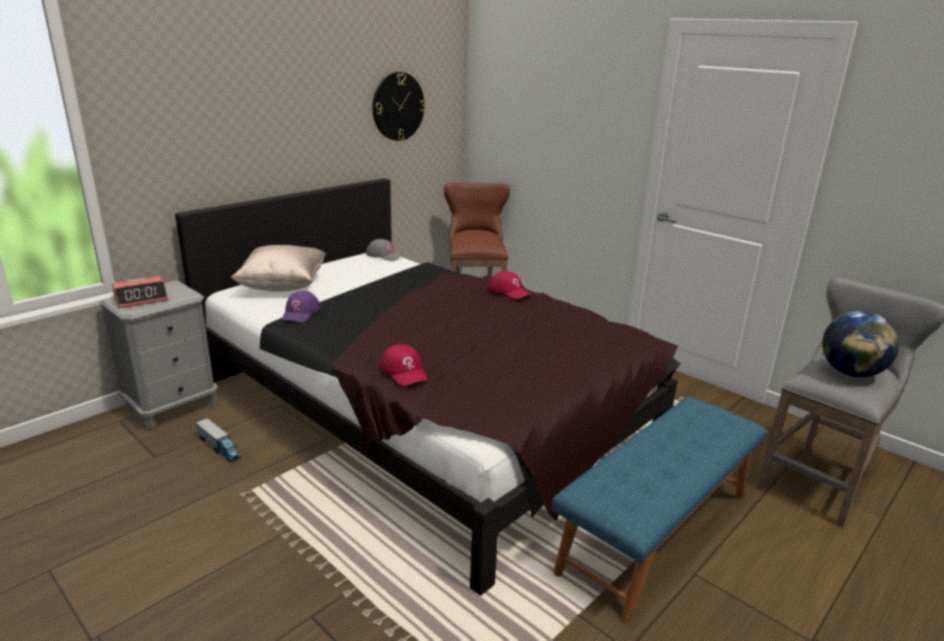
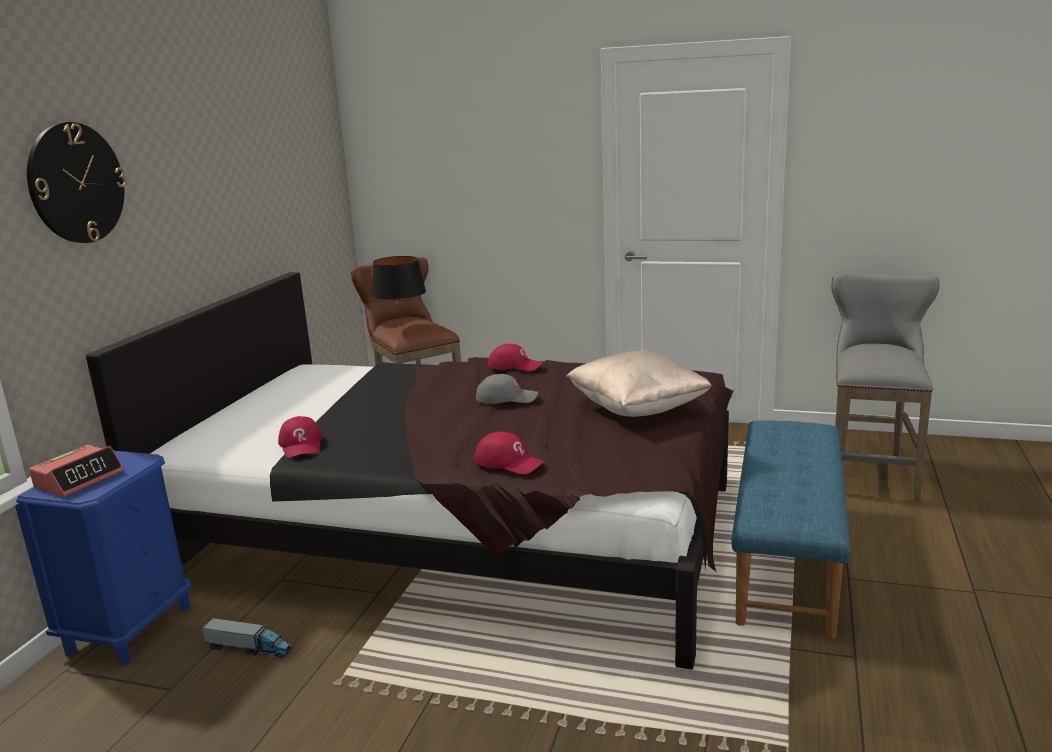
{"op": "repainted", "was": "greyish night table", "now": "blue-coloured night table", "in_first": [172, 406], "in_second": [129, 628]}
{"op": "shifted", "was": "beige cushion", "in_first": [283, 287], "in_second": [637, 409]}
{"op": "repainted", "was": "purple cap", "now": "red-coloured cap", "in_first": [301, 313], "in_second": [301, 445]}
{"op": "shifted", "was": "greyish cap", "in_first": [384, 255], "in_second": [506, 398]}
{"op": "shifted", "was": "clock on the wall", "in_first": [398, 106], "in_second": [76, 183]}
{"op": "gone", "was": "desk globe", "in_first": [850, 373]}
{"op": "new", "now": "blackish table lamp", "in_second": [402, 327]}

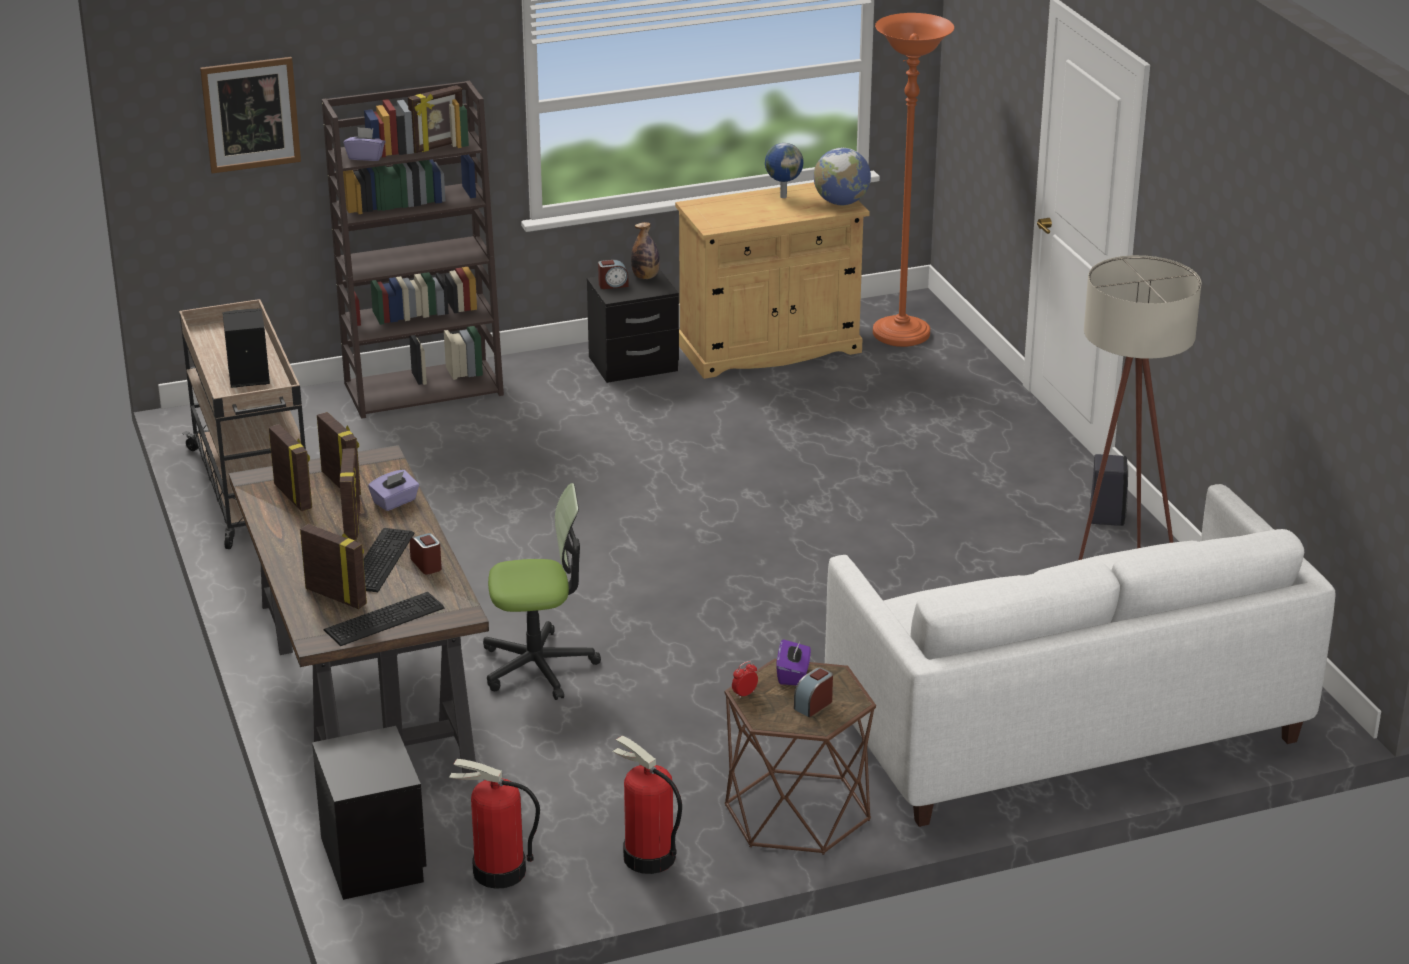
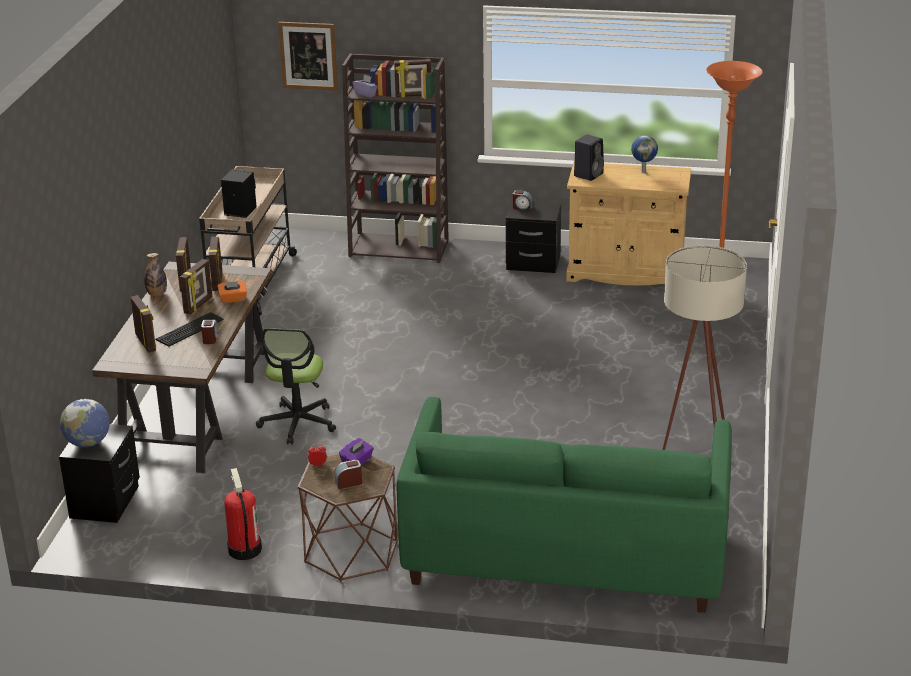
{"op": "gone", "was": "PC keyboard", "in_first": [382, 618]}
{"op": "repainted", "was": "purple box of tissues", "now": "orange-coloured box of tissues", "in_first": [395, 502], "in_second": [233, 299]}
{"op": "gone", "was": "fire-fighting cylinder", "in_first": [498, 872]}
{"op": "rotated", "was": "desk chair", "in_first": [538, 666], "in_second": [298, 423], "clockwise": 75}
{"op": "shifted", "was": "drink bottle", "in_first": [645, 277], "in_second": [157, 294]}
{"op": "shifted", "was": "desk globe", "in_first": [841, 203], "in_second": [88, 443]}
{"op": "repainted", "was": "whitish settee", "now": "green-coloured settee", "in_first": [1065, 725], "in_second": [565, 553]}
{"op": "shifted", "was": "blackish audio speaker", "in_first": [1106, 515], "in_second": [588, 174]}

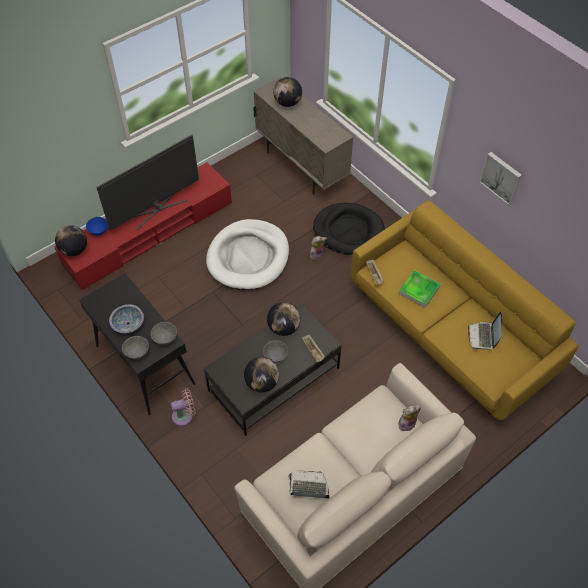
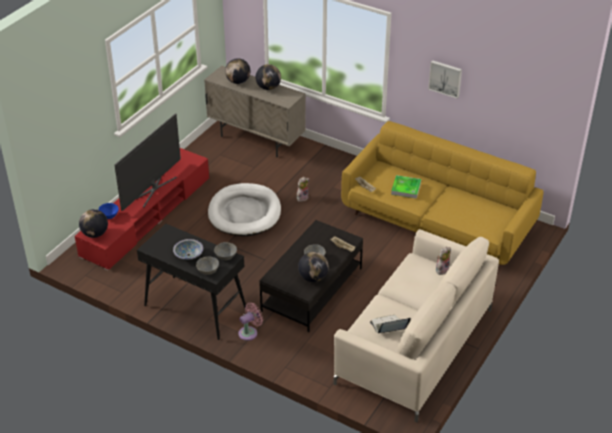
{"op": "shifted", "was": "desk globe", "in_first": [284, 328], "in_second": [268, 87]}
{"op": "gone", "was": "blackish dog bed", "in_first": [348, 231]}
{"op": "gone", "was": "portable computer", "in_first": [483, 336]}

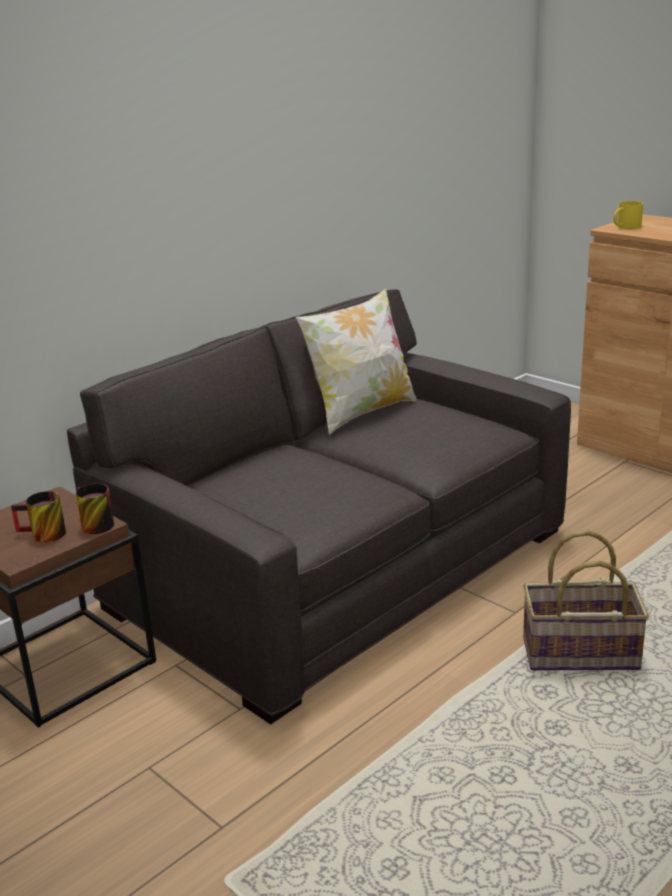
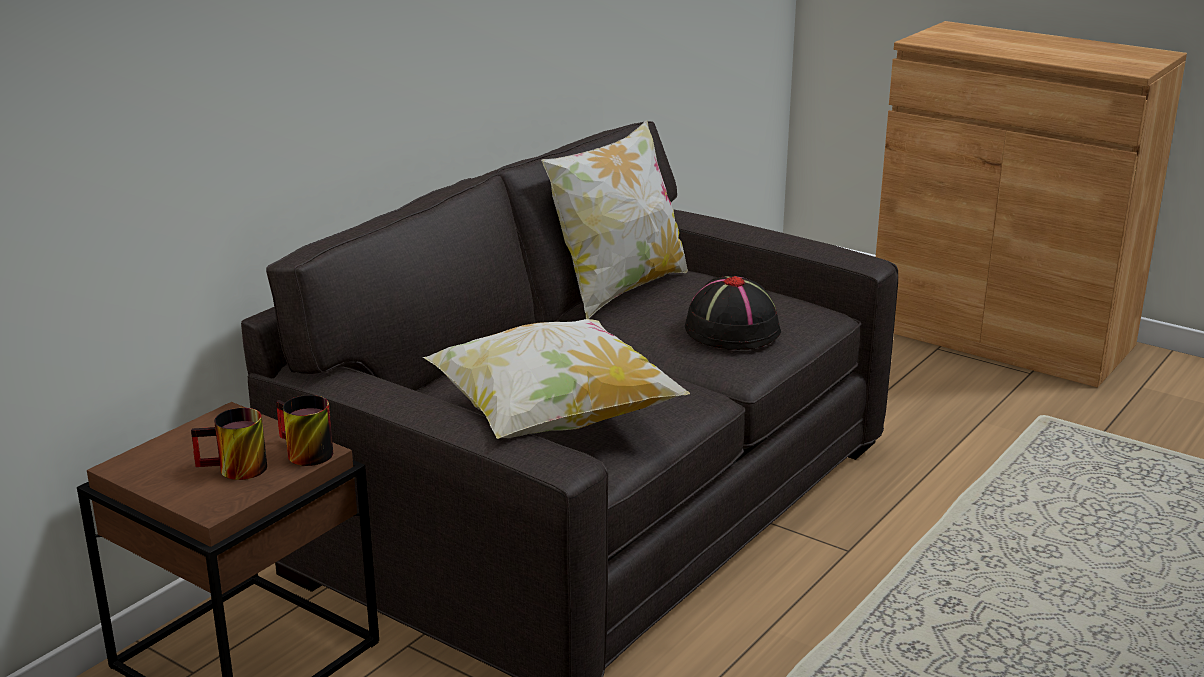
{"op": "gone", "was": "basket", "in_first": [580, 654]}
{"op": "gone", "was": "yellow-coloured mug", "in_first": [625, 227]}
{"op": "new", "now": "cushion", "in_second": [553, 420]}
{"op": "new", "now": "blackish hat", "in_second": [731, 330]}

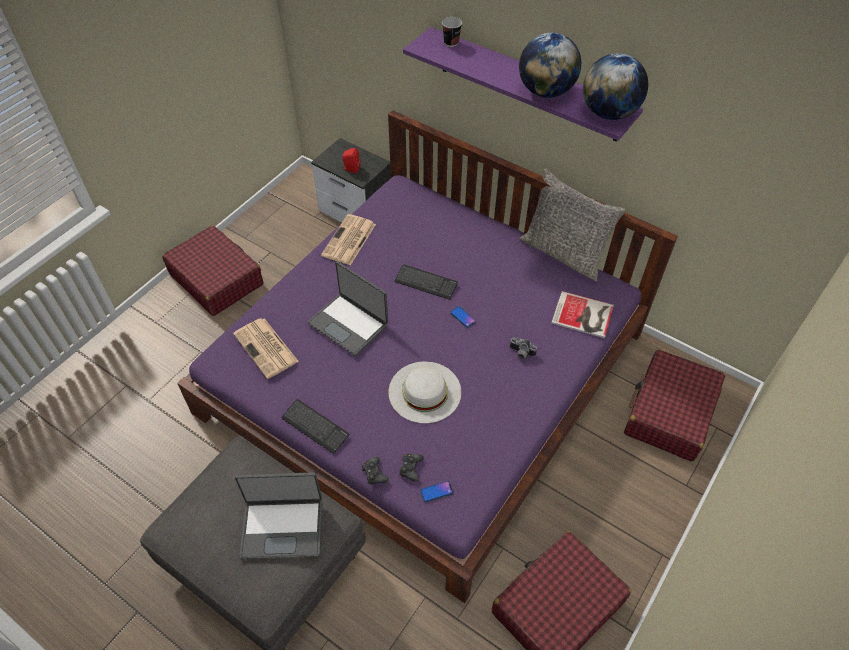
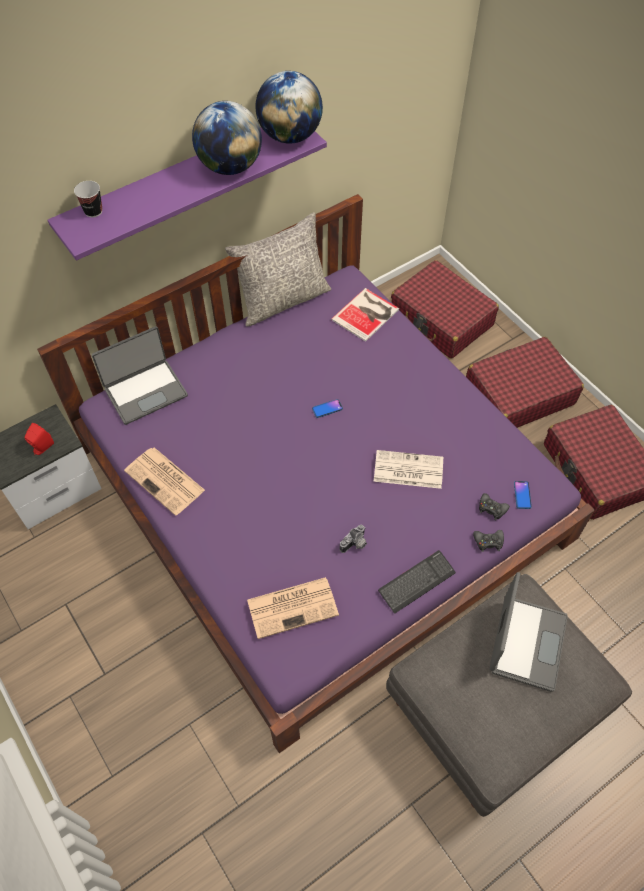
{"op": "shifted", "was": "red-coloured suitcase", "in_first": [216, 279], "in_second": [518, 394]}
{"op": "shifted", "was": "portable computer", "in_first": [349, 324], "in_second": [145, 391]}
{"op": "swapped", "was": "whitish hat", "now": "newspaper", "in_first": [425, 391], "in_second": [407, 470]}
{"op": "gone", "was": "PC keyboard", "in_first": [426, 283]}
{"op": "shifted", "was": "still camera", "in_first": [521, 353], "in_second": [355, 544]}

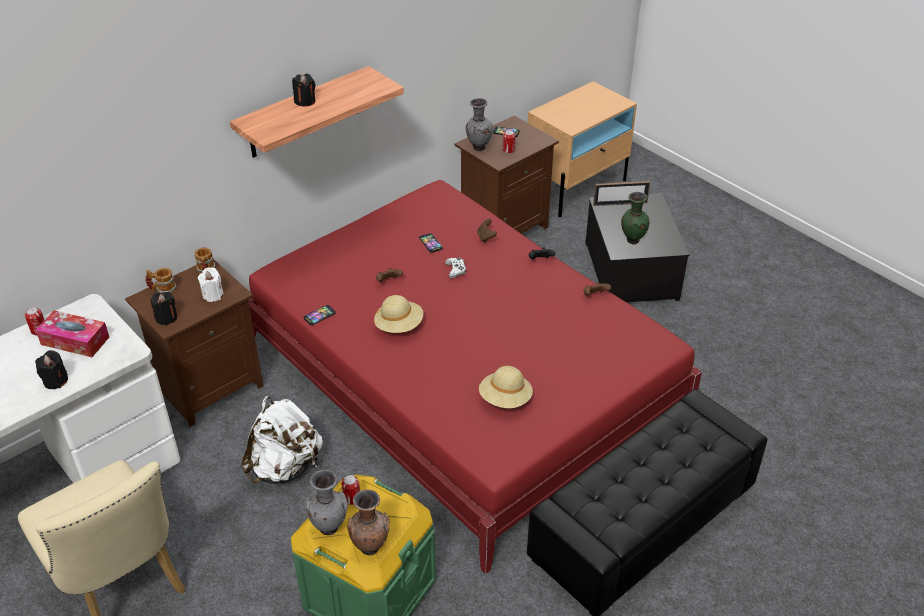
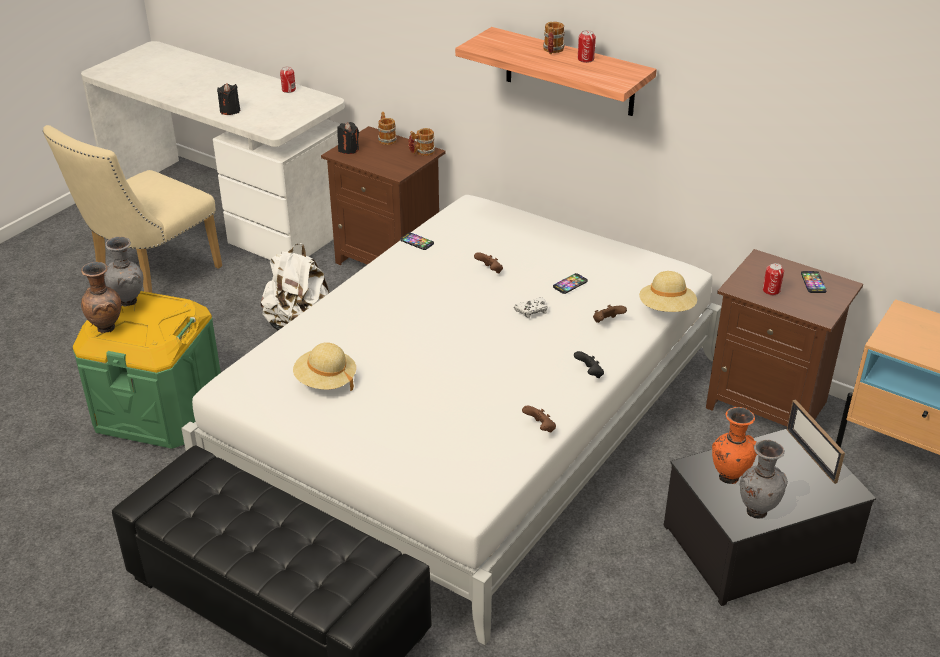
{"op": "gone", "was": "box of tissues", "in_first": [75, 341]}
{"op": "gone", "was": "whitish candle", "in_first": [213, 295]}
{"op": "repainted", "was": "red-coloured bedroom bed", "now": "whitish bedroom bed", "in_first": [462, 376], "in_second": [469, 417]}
{"op": "swapped", "was": "blackish candle", "now": "mug", "in_first": [305, 101], "in_second": [552, 51]}
{"op": "shifted", "was": "metal can", "in_first": [351, 498], "in_second": [585, 59]}
{"op": "shifted", "was": "beige hat", "in_first": [399, 325], "in_second": [666, 309]}
{"op": "shifted", "was": "greyish vase", "in_first": [478, 147], "in_second": [756, 511]}
{"op": "repainted", "was": "green-coloured vase", "now": "orange-coloured vase", "in_first": [632, 240], "in_second": [729, 477]}

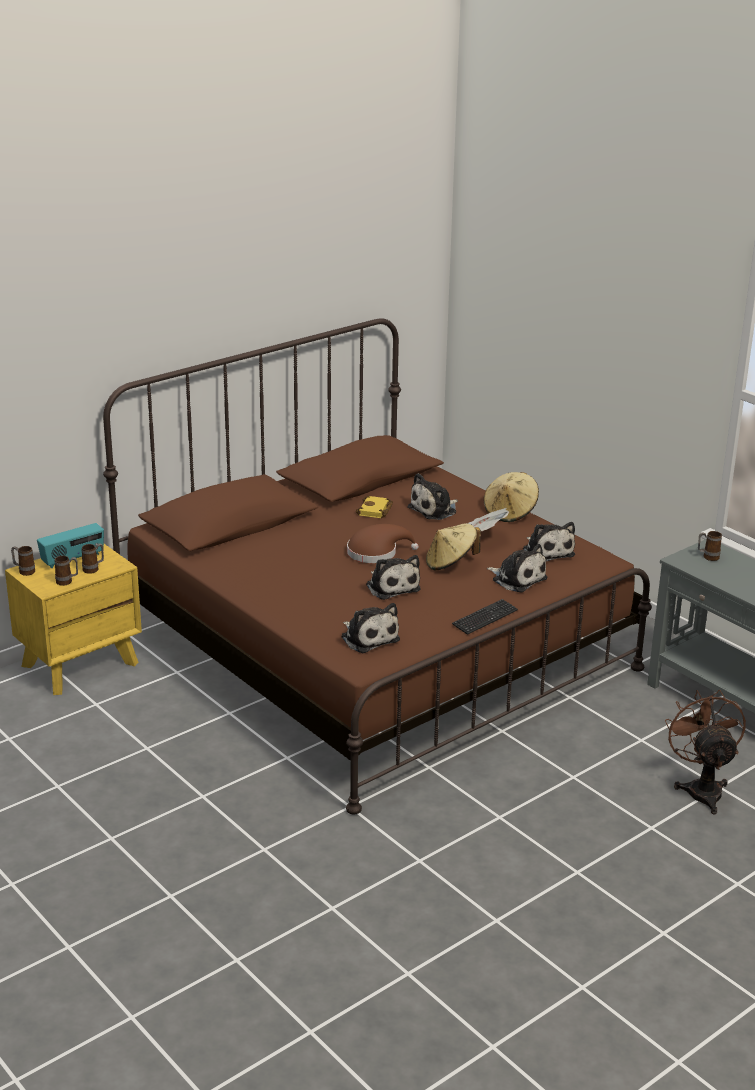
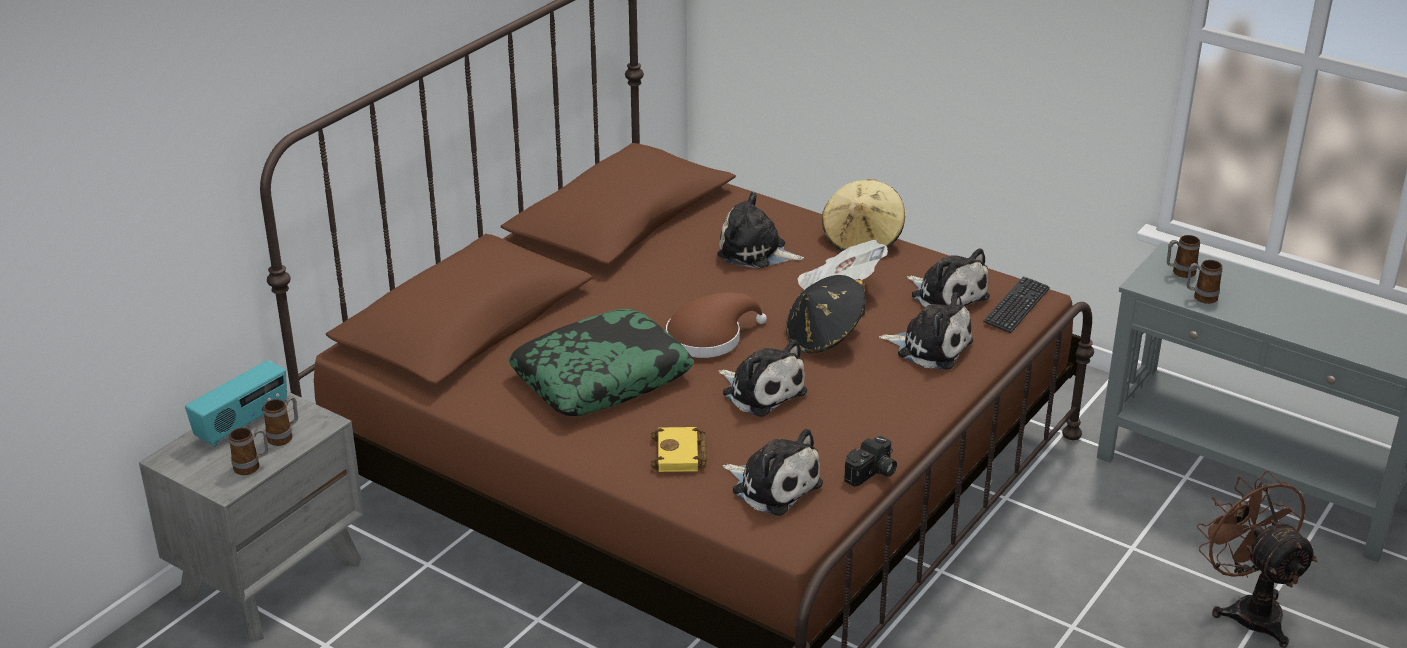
{"op": "repainted", "was": "yellow-coloured night table", "now": "greyish night table", "in_first": [80, 664], "in_second": [271, 578]}
{"op": "shifted", "was": "mug", "in_first": [24, 571], "in_second": [1200, 298]}
{"op": "shifted", "was": "yellow-coloured volume", "in_first": [375, 511], "in_second": [681, 455]}
{"op": "rotated", "was": "cuddly toy", "in_first": [434, 510], "in_second": [755, 252], "clockwise": 75}
{"op": "repainted", "was": "beige hat", "now": "blackish hat", "in_first": [451, 563], "in_second": [824, 337]}
{"op": "shifted", "was": "PC keyboard", "in_first": [485, 618], "in_second": [1016, 306]}
{"op": "new", "now": "cushion", "in_second": [601, 377]}
{"op": "new", "now": "still camera", "in_second": [872, 474]}

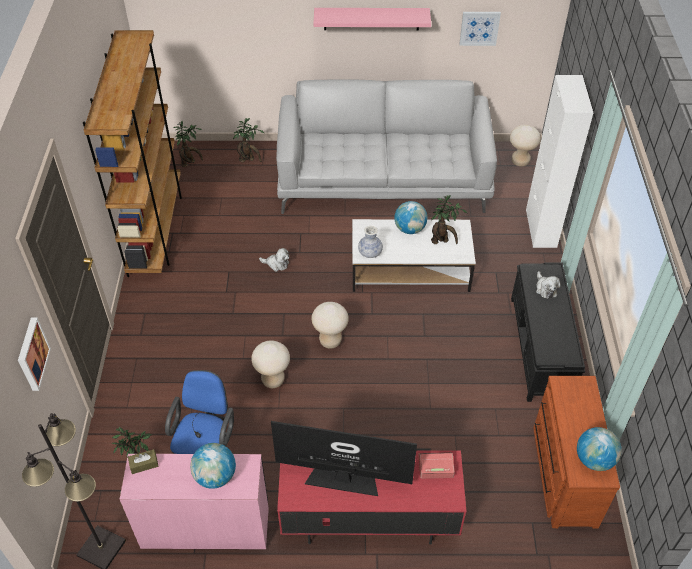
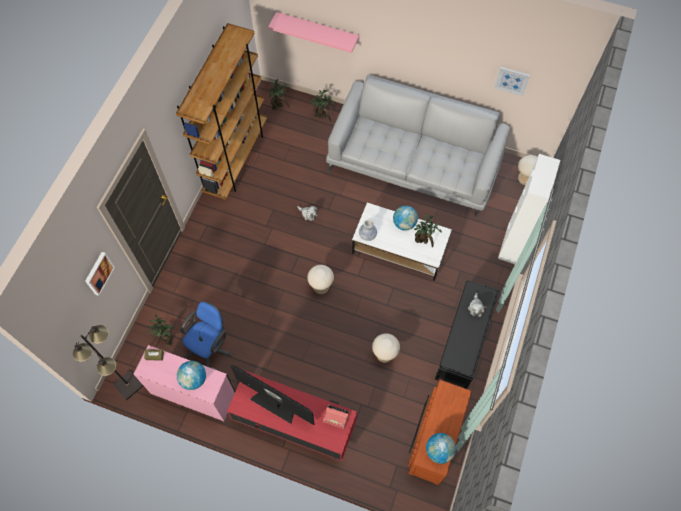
{"op": "shifted", "was": "beige sitting stool", "in_first": [273, 380], "in_second": [384, 355]}
{"op": "shifted", "was": "pink wall shelf", "in_first": [371, 18], "in_second": [317, 30]}

